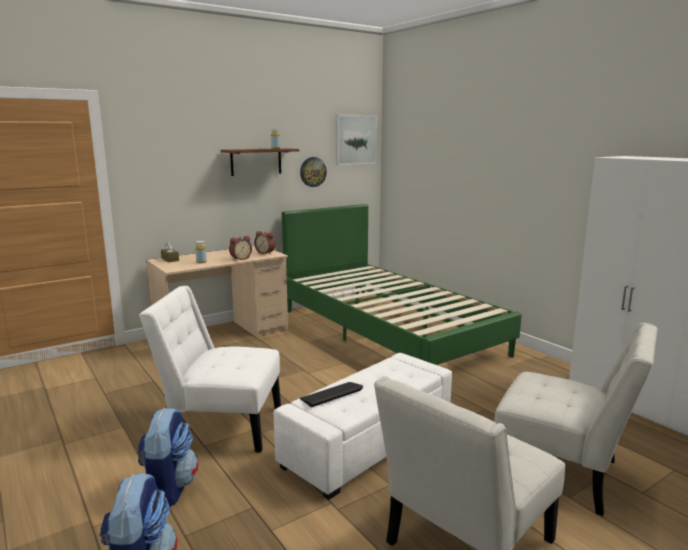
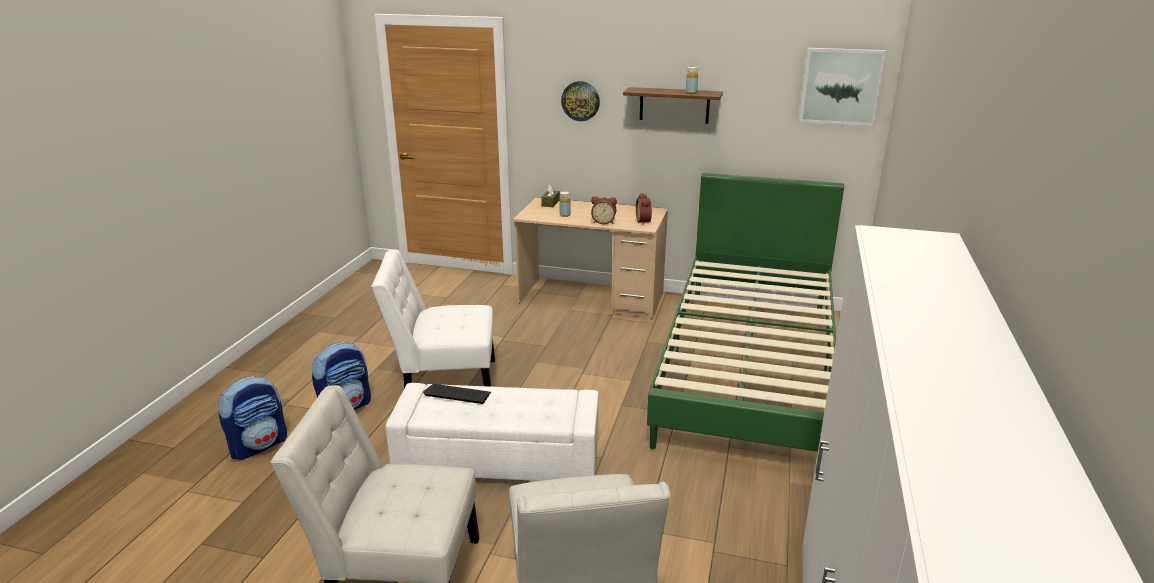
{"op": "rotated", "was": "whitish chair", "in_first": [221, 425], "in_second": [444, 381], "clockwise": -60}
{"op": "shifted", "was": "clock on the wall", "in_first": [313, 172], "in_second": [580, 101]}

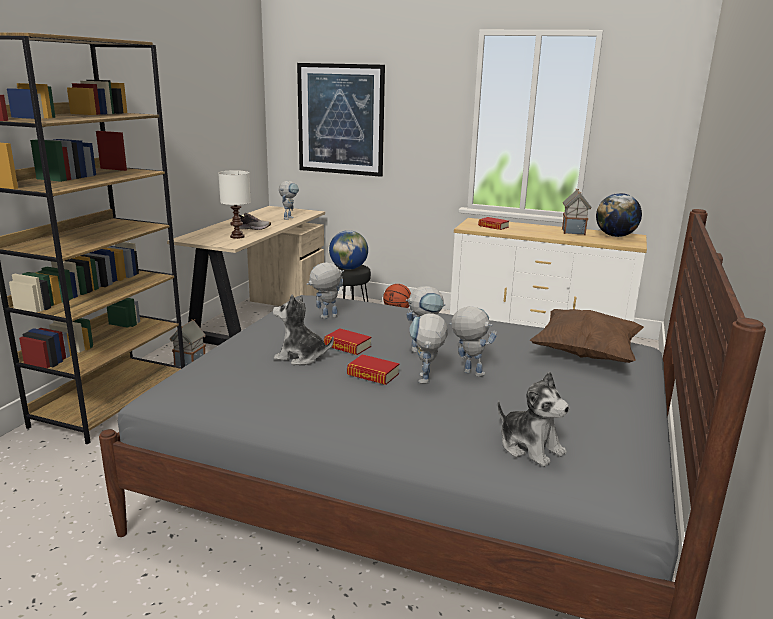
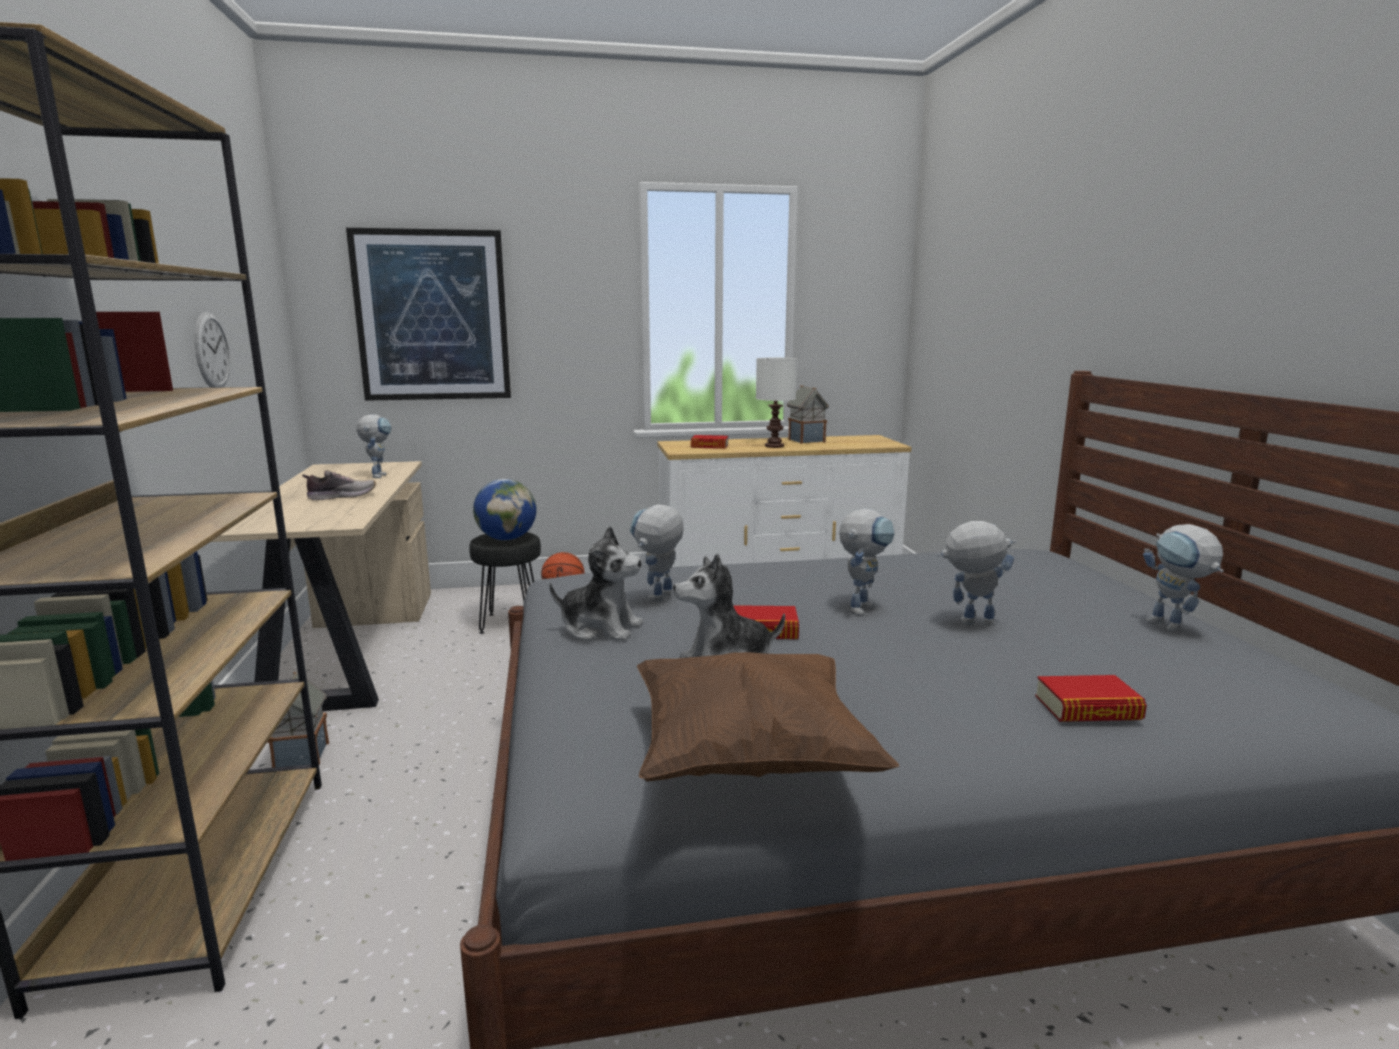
{"op": "shifted", "was": "whitish table lamp", "in_first": [237, 236], "in_second": [773, 446]}
{"op": "shifted", "was": "volume", "in_first": [373, 374], "in_second": [1087, 708]}
{"op": "shifted", "was": "toy robot", "in_first": [426, 382], "in_second": [1174, 628]}
{"op": "shifted", "was": "cuddly toy", "in_first": [530, 447], "in_second": [600, 628]}
{"op": "shifted", "was": "brownish cushion", "in_first": [585, 354], "in_second": [750, 757]}
{"op": "gone", "was": "desk globe", "in_first": [615, 236]}
{"op": "new", "now": "clock on the wall", "in_second": [211, 351]}

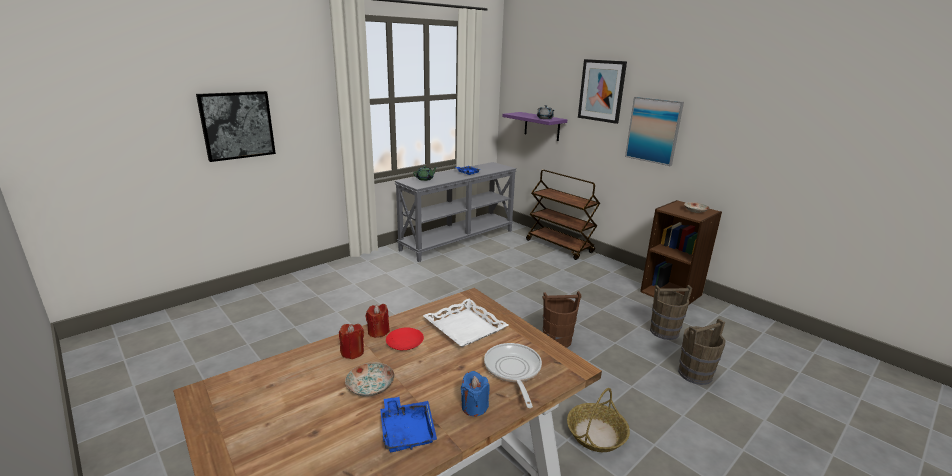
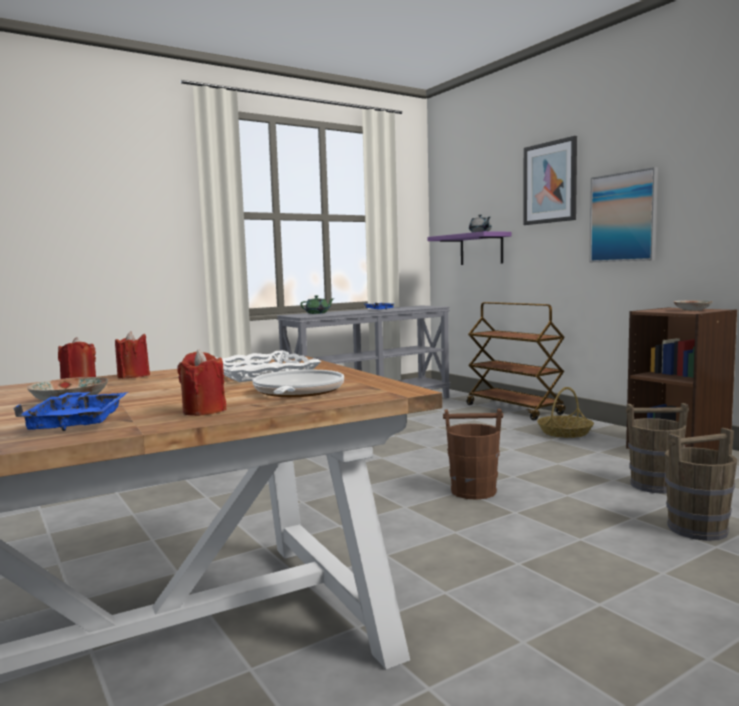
{"op": "gone", "was": "wall art", "in_first": [237, 125]}
{"op": "gone", "was": "red-coloured plate", "in_first": [404, 343]}
{"op": "repainted", "was": "blue-coloured candle", "now": "red-coloured candle", "in_first": [474, 407], "in_second": [204, 411]}
{"op": "shifted", "was": "basket", "in_first": [596, 434], "in_second": [565, 433]}

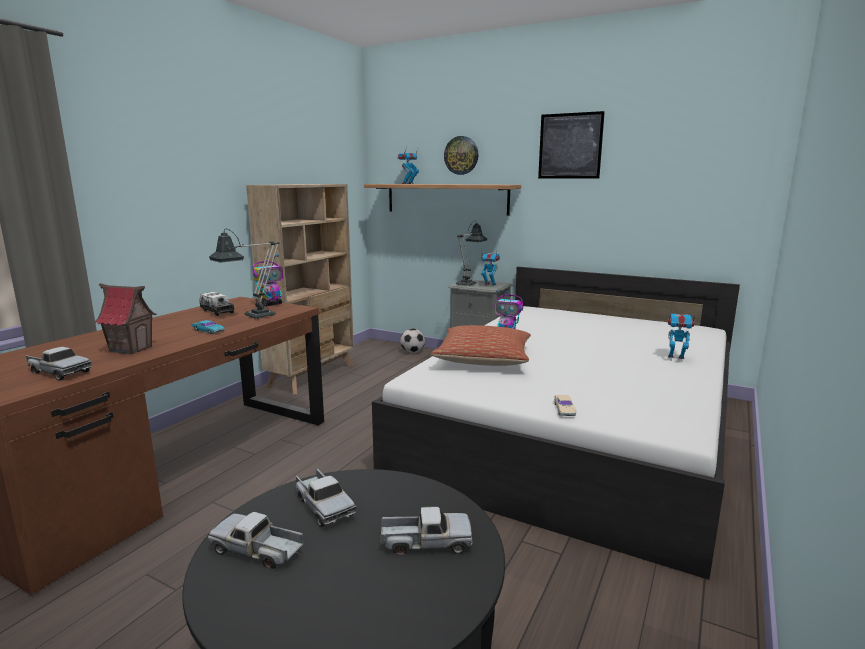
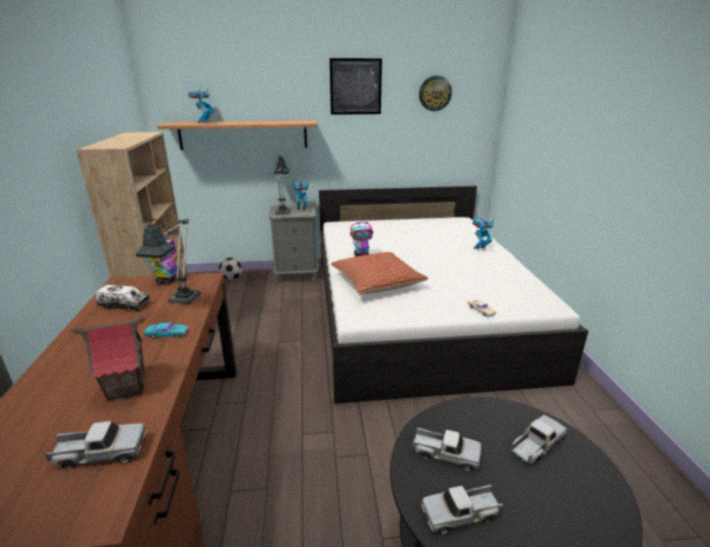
{"op": "shifted", "was": "clock on the wall", "in_first": [461, 155], "in_second": [435, 93]}

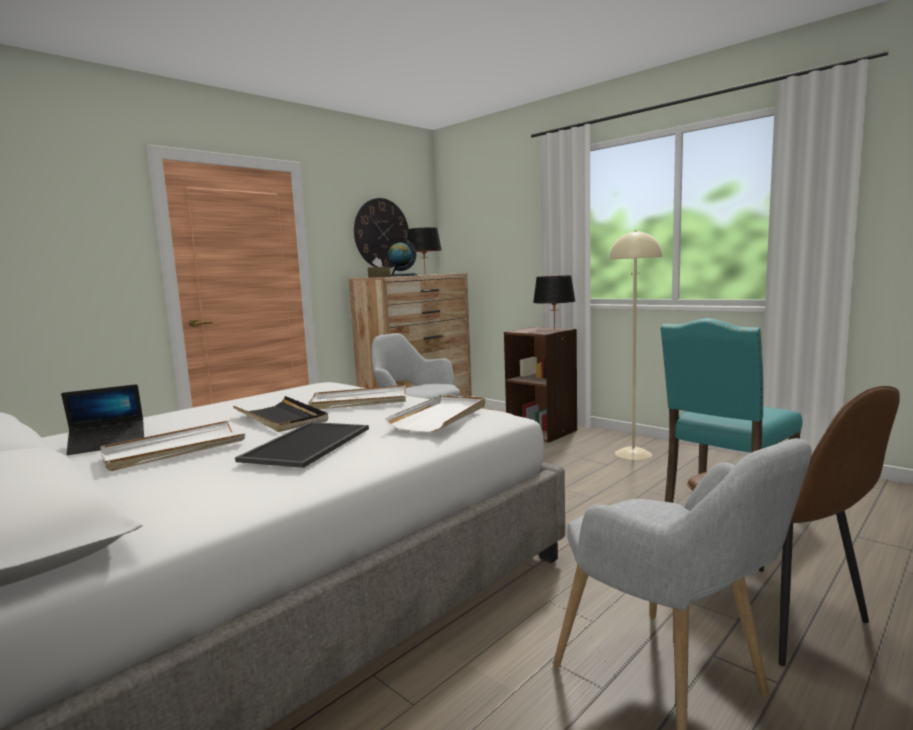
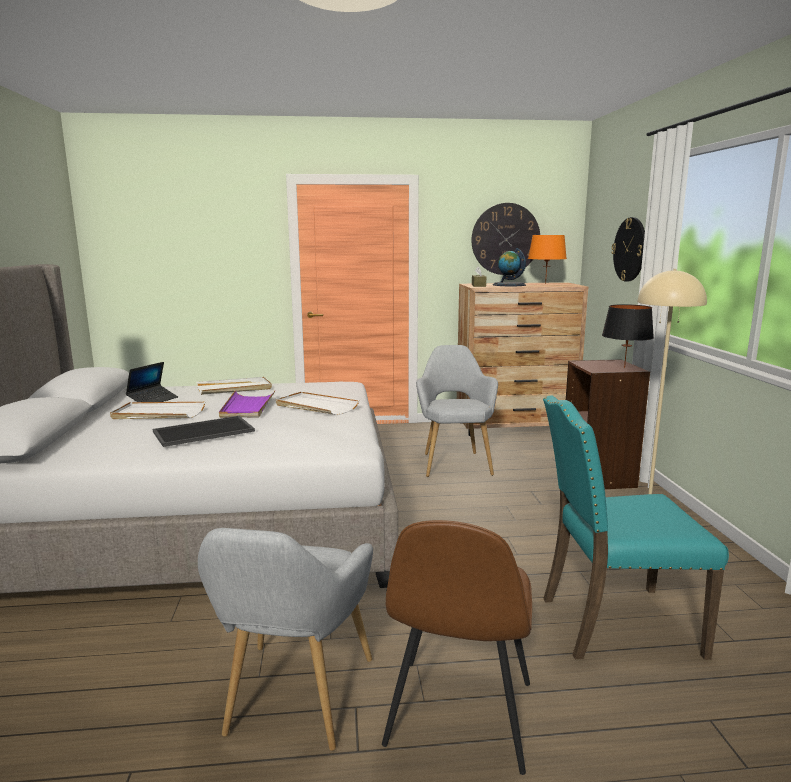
{"op": "rotated", "was": "portable computer", "in_first": [108, 444], "in_second": [153, 400], "clockwise": -75}
{"op": "repainted", "was": "blackish tray", "now": "purple tray", "in_first": [281, 418], "in_second": [247, 407]}
{"op": "shifted", "was": "whitish tray", "in_first": [440, 416], "in_second": [234, 388]}
{"op": "repainted", "was": "blackish table lamp", "now": "orange-coloured table lamp", "in_first": [425, 274], "in_second": [545, 284]}
{"op": "new", "now": "clock on the wall", "in_second": [630, 249]}

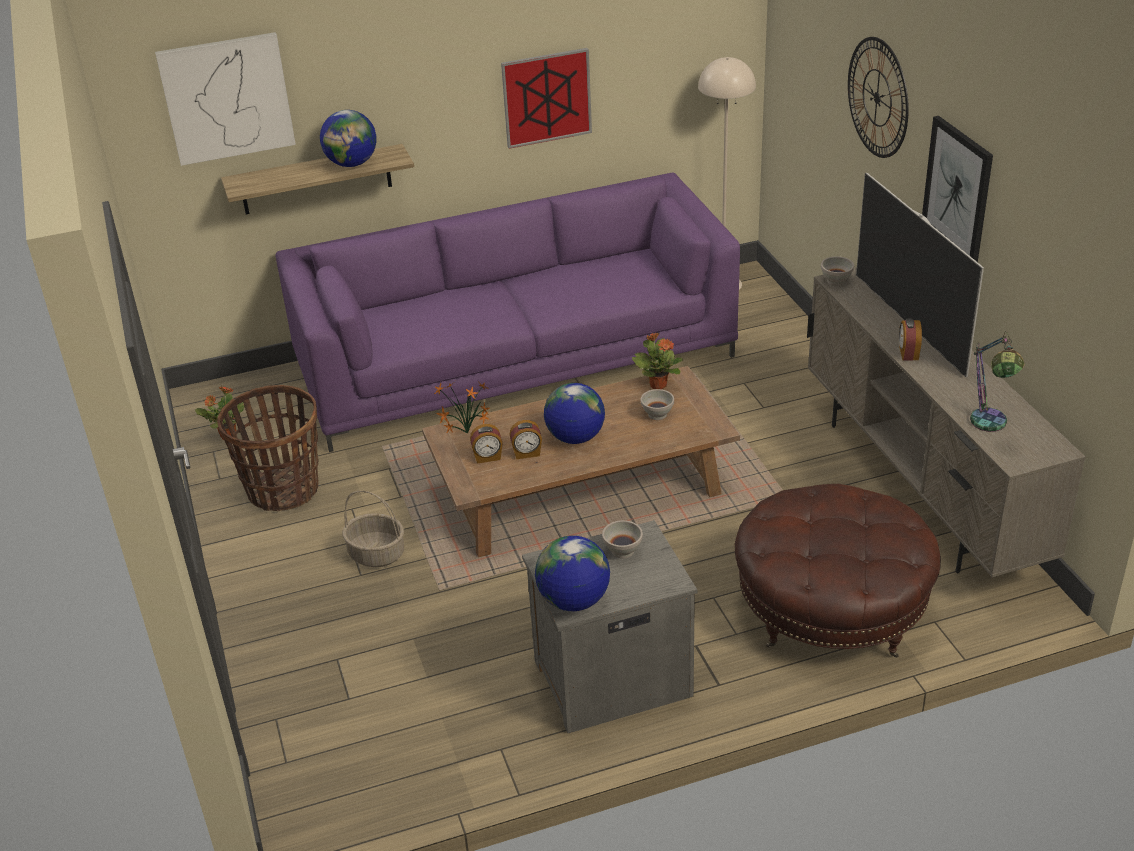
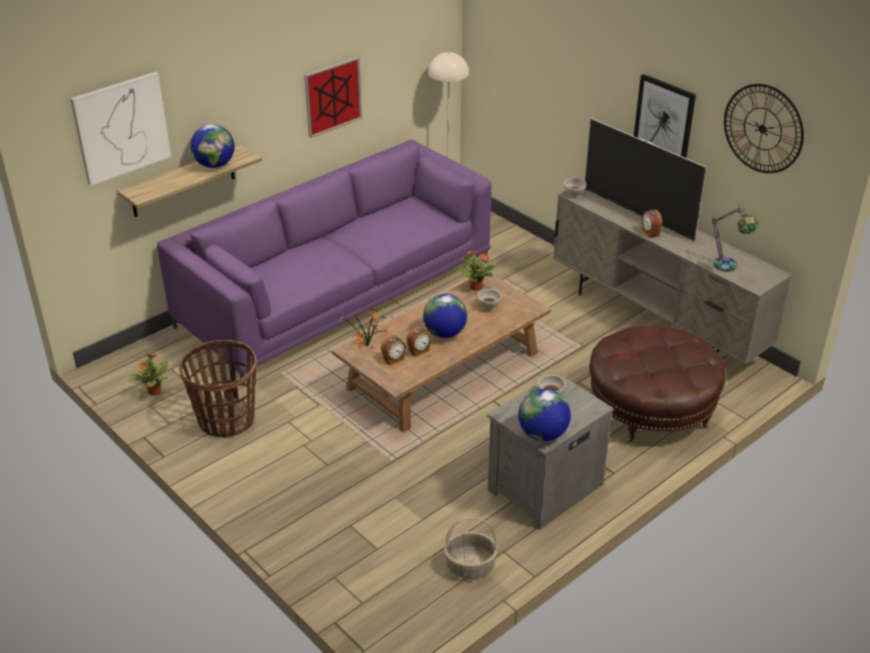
{"op": "shifted", "was": "basket", "in_first": [376, 554], "in_second": [469, 566]}
{"op": "shifted", "was": "clock on the wall", "in_first": [877, 97], "in_second": [762, 129]}

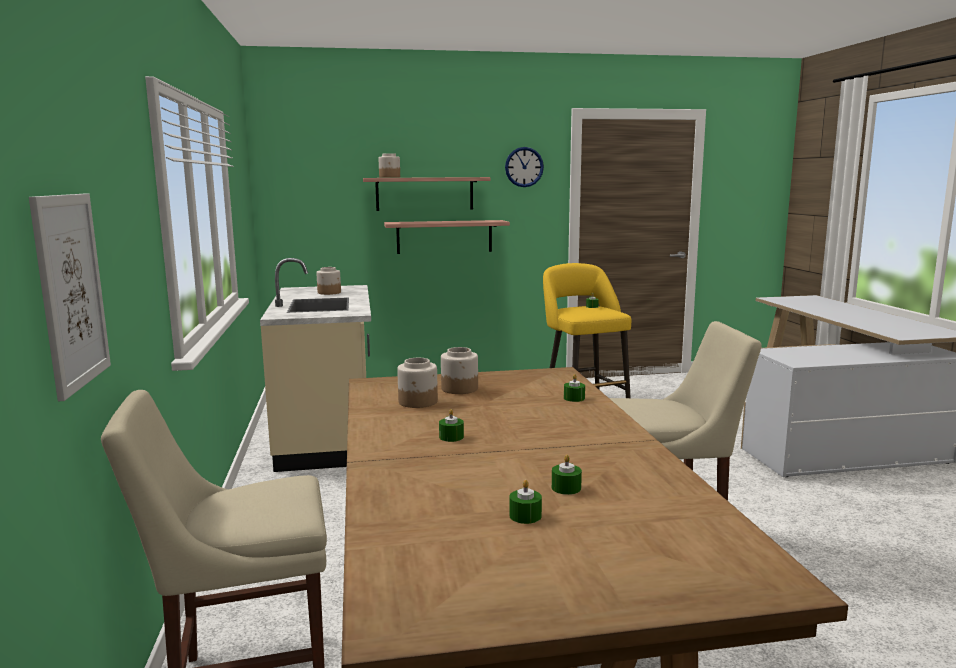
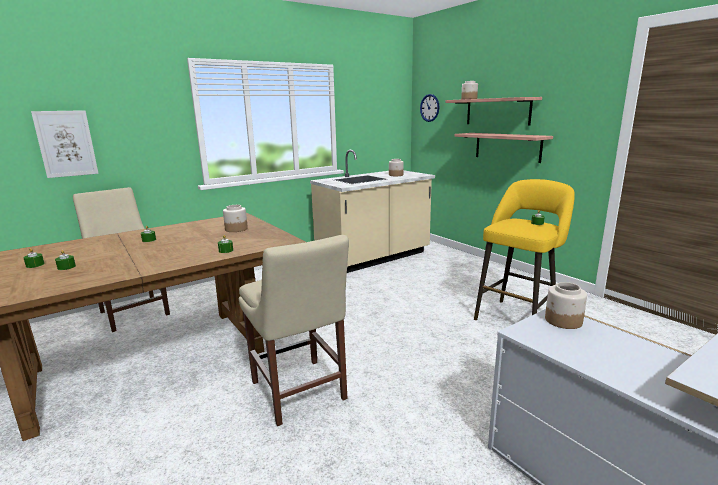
{"op": "shifted", "was": "jar", "in_first": [418, 402], "in_second": [563, 321]}
{"op": "shifted", "was": "clock on the wall", "in_first": [524, 167], "in_second": [429, 108]}

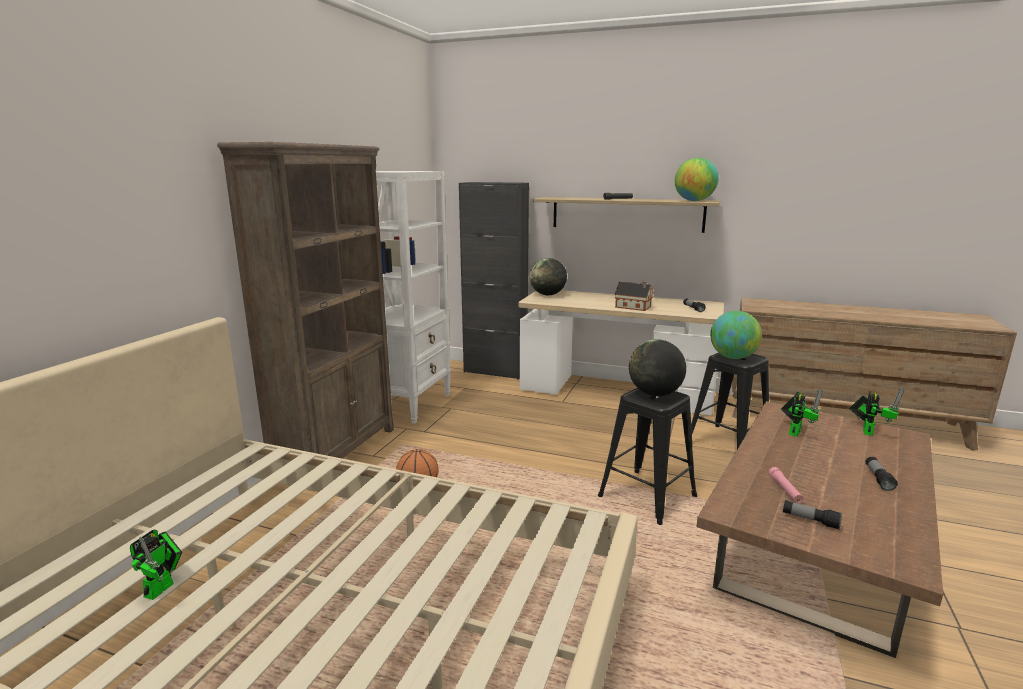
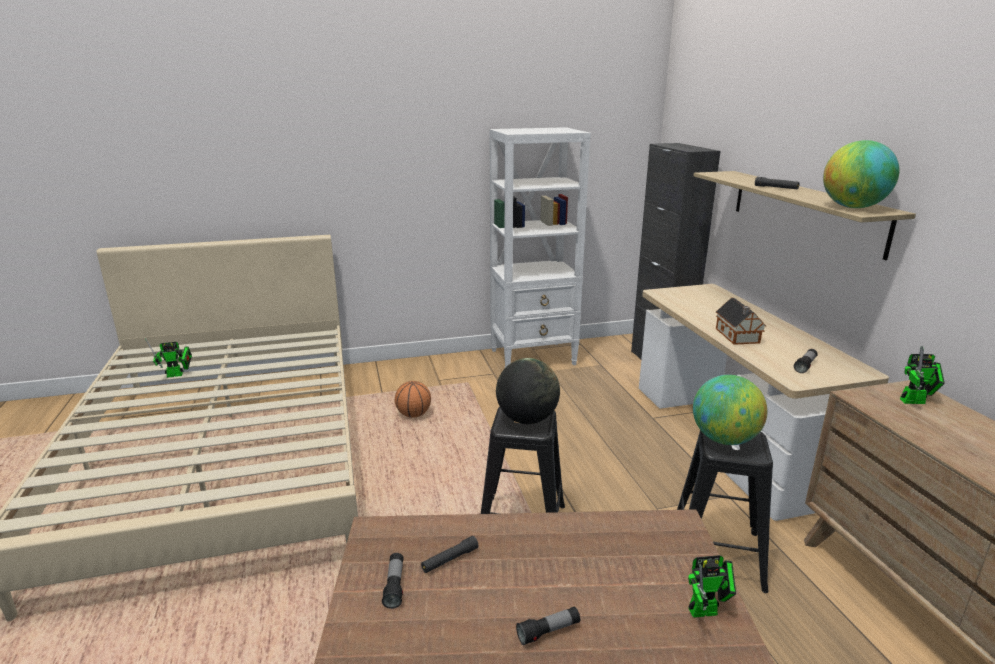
{"op": "gone", "was": "brownish bookcase", "in_first": [337, 452]}
{"op": "gone", "was": "desk globe", "in_first": [548, 295]}
{"op": "repainted", "was": "pink flashlight", "now": "blackish flashlight", "in_first": [785, 490], "in_second": [450, 560]}
{"op": "shifted", "was": "toy robot", "in_first": [795, 431], "in_second": [916, 401]}

